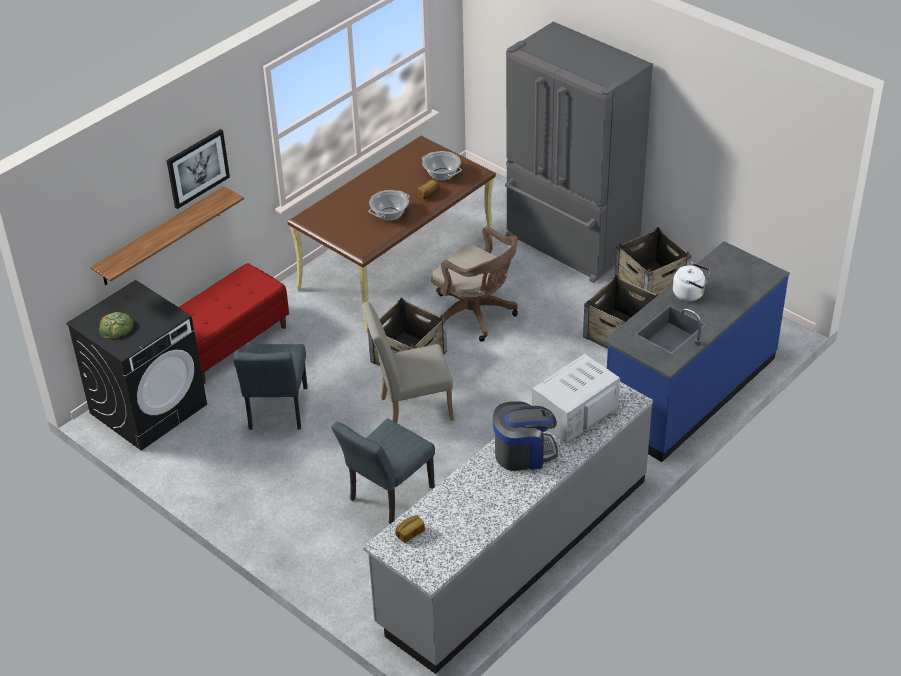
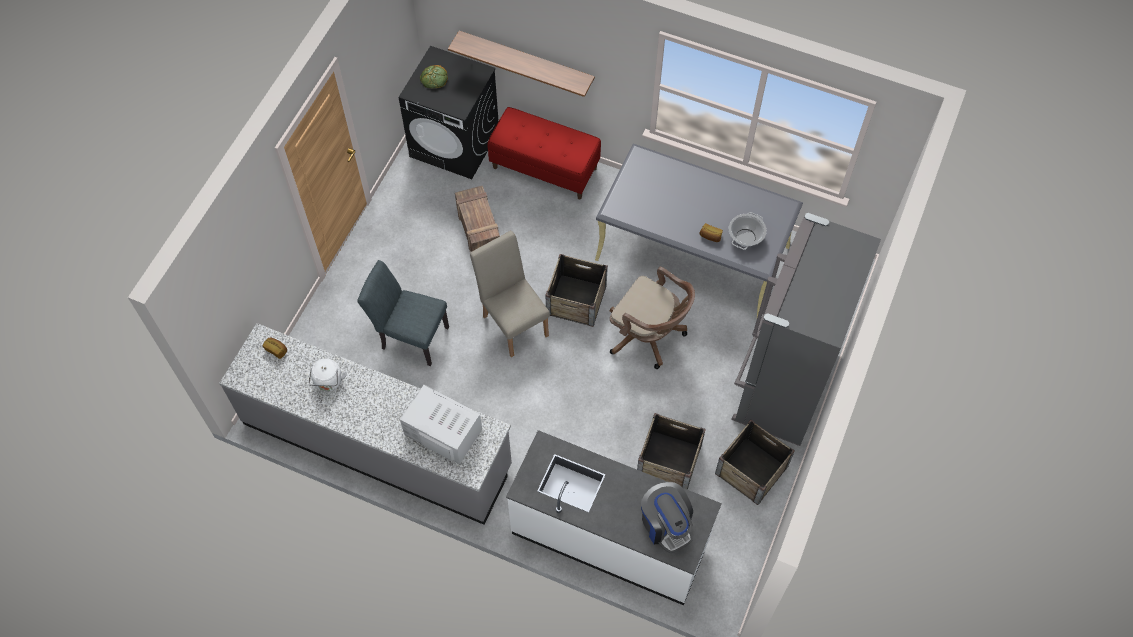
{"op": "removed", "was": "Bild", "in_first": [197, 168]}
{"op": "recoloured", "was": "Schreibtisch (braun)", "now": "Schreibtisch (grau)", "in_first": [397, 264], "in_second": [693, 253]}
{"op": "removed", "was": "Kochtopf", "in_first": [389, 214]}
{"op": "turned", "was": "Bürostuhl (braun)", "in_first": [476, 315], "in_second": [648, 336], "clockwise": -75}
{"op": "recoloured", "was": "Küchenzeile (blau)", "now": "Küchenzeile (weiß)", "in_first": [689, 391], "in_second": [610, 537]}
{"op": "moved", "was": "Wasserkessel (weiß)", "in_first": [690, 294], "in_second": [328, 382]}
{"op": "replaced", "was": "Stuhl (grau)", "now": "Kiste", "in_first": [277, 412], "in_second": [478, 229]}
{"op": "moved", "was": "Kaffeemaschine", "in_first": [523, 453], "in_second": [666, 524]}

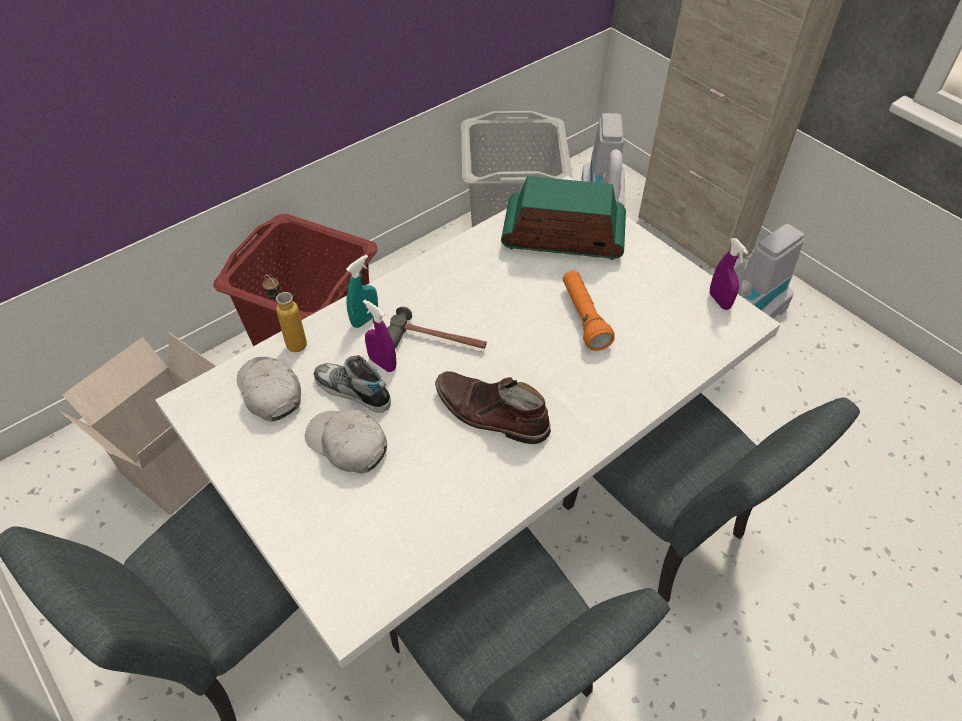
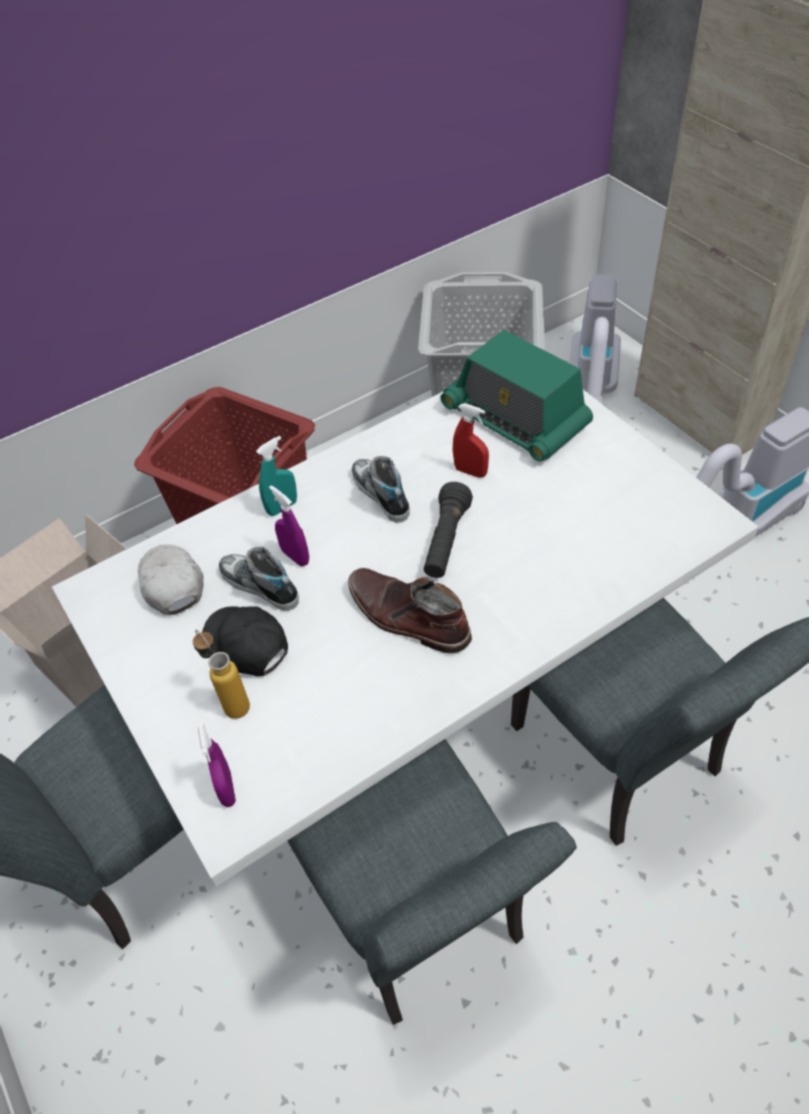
{"op": "turned", "was": "Radio", "in_first": [563, 236], "in_second": [515, 419], "clockwise": -150}
{"op": "moved", "was": "Sprühflasche (lila)", "in_first": [719, 301], "in_second": [227, 789]}
{"op": "removed", "was": "Taschenlampe (orange)", "in_first": [583, 318]}
{"op": "moved", "was": "Flasche", "in_first": [291, 340], "in_second": [231, 701]}
{"op": "removed", "was": "Hammer", "in_first": [436, 342]}
{"op": "recoloured", "was": "Kappe (weiß)", "now": "Kappe (schwarz)", "in_first": [347, 445], "in_second": [247, 644]}
{"op": "added", "now": "Sprühflasche (rot)", "in_second": [470, 471]}
{"op": "added", "now": "Schuh", "in_second": [380, 494]}
{"op": "added", "now": "Taschenlampe (schwarz)", "in_second": [446, 541]}

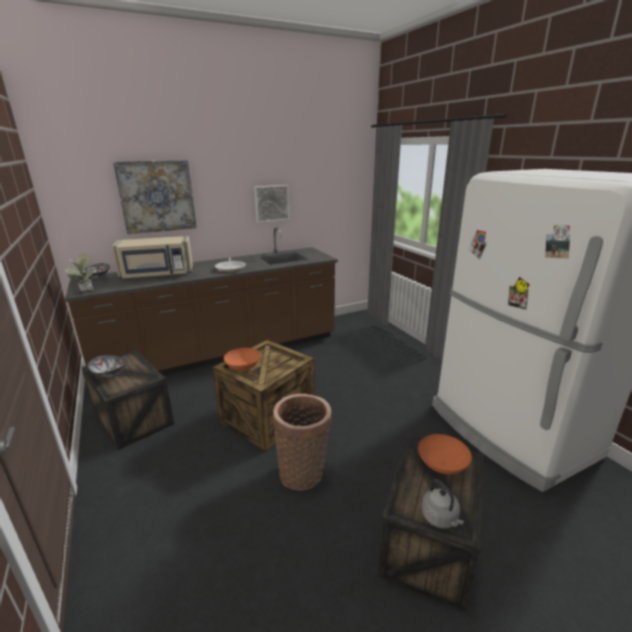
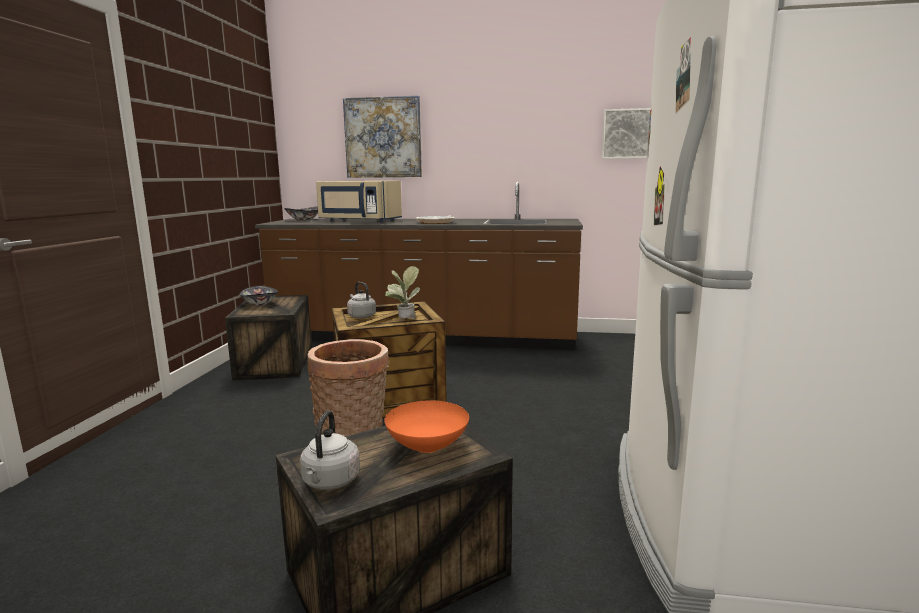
{"op": "moved", "was": "Bild", "in_first": [271, 203], "in_second": [626, 134]}
{"op": "moved", "was": "Topfpflanze", "in_first": [85, 293], "in_second": [404, 321]}
{"op": "replaced", "was": "Schüssel (orange)", "now": "Wasserkessel (grau)", "in_first": [242, 368], "in_second": [361, 316]}

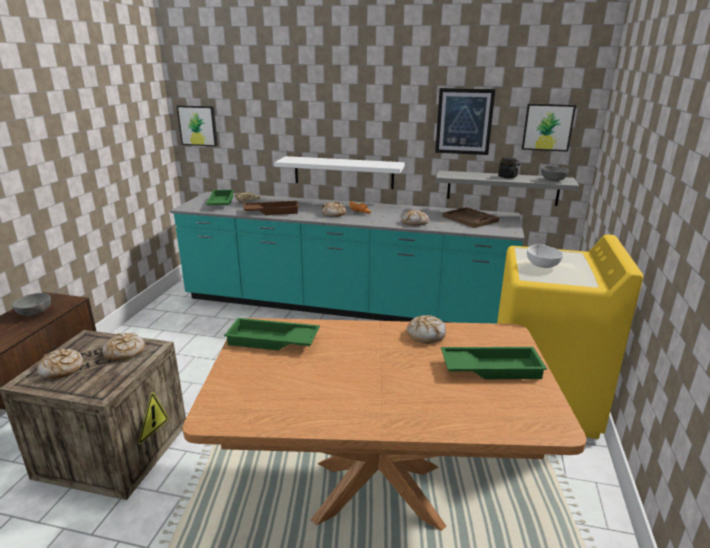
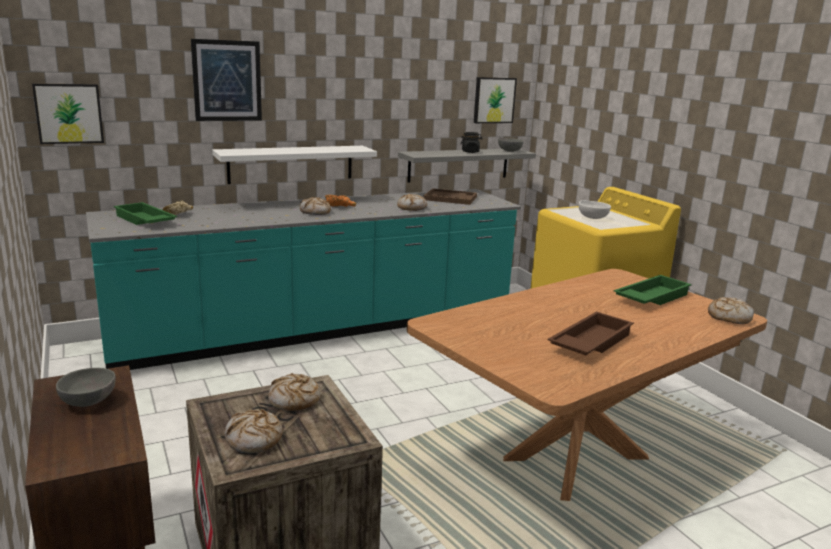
{"op": "moved", "was": "Bild", "in_first": [464, 121], "in_second": [227, 80]}
{"op": "moved", "was": "Tablett (braun)", "in_first": [272, 211], "in_second": [589, 342]}
{"op": "moved", "was": "Brot", "in_first": [426, 334], "in_second": [728, 317]}
{"op": "removed", "was": "Tablett (grün)", "in_first": [272, 341]}

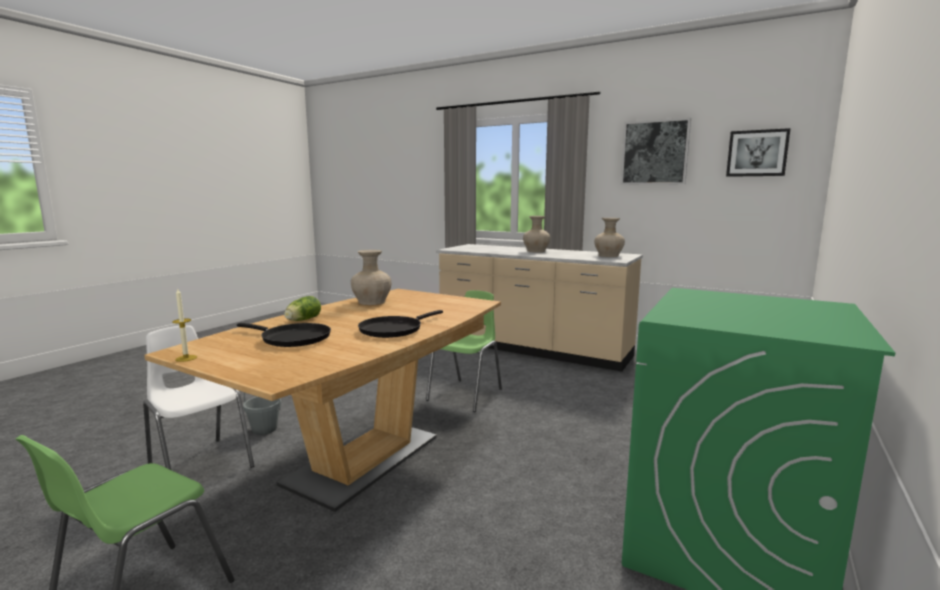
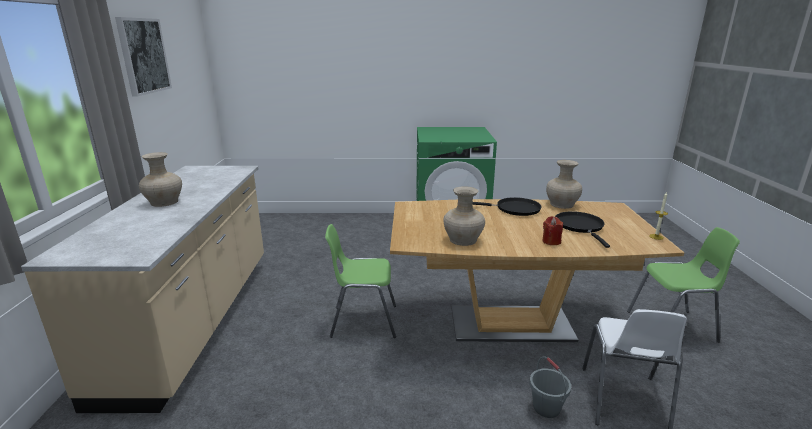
{"op": "removed", "was": "Bild", "in_first": [757, 153]}
{"op": "moved", "was": "Vase (beige)", "in_first": [609, 255], "in_second": [561, 204]}
{"op": "replaced", "was": "Salatkopf", "now": "Kerze (rot)", "in_first": [302, 320], "in_second": [551, 241]}

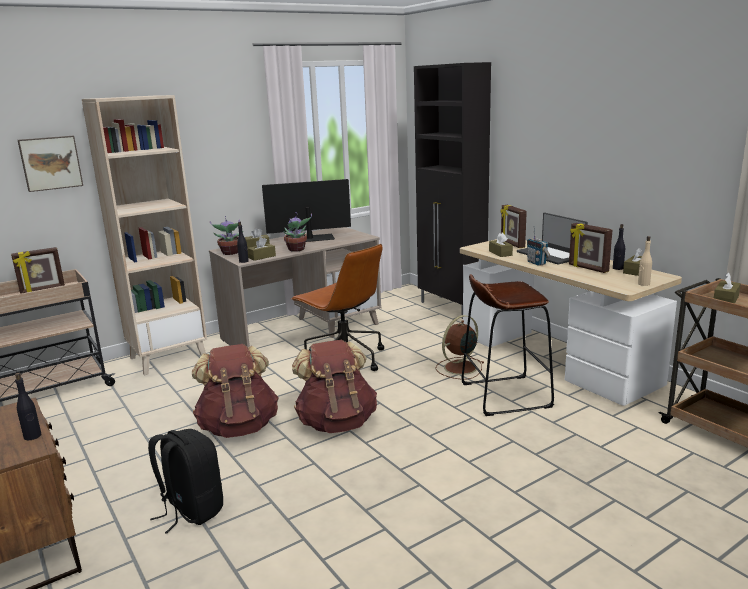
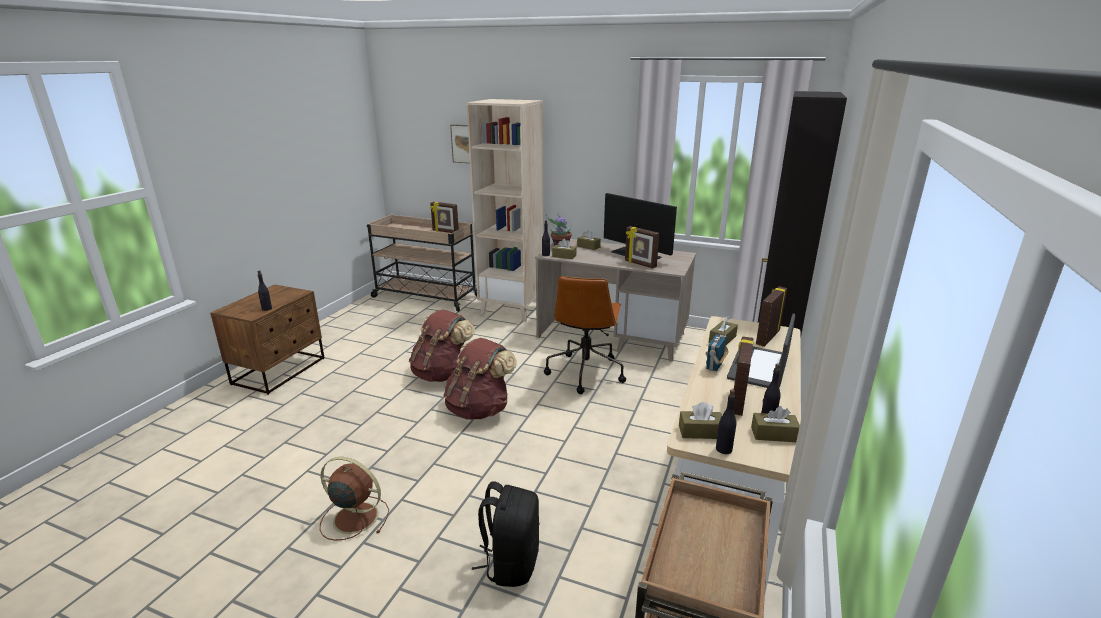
{"op": "removed", "was": "Topfpflanze", "in_first": [297, 249]}
{"op": "recoloured", "was": "Flasche (beige)", "now": "Flasche (schwarz)", "in_first": [643, 284], "in_second": [723, 449]}
{"op": "moved", "was": "Taschentuchbox (braun)", "in_first": [725, 300], "in_second": [700, 432]}
{"op": "removed", "was": "Hocker (braun)", "in_first": [505, 395]}
{"op": "moved", "was": "Ventilator (braun)", "in_first": [459, 368], "in_second": [354, 517]}
{"op": "moved", "was": "Rucksack (schwarz)", "in_first": [191, 510], "in_second": [511, 563]}
{"op": "added", "now": "Bilderrahmen", "in_second": [640, 264]}

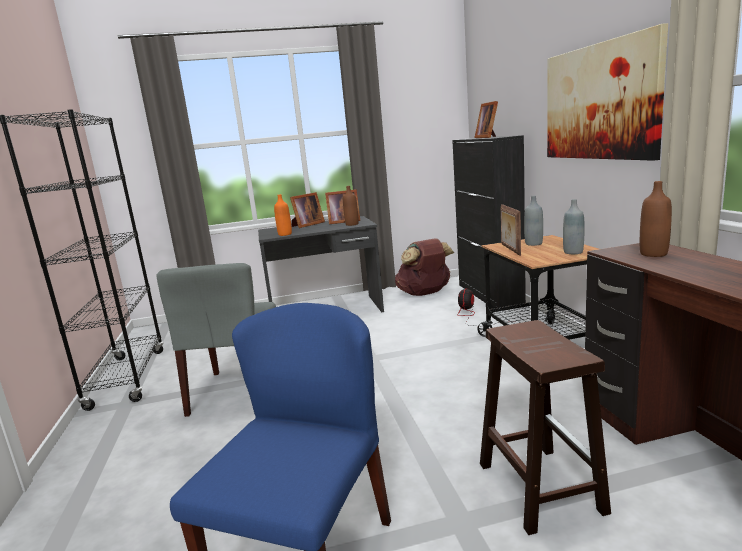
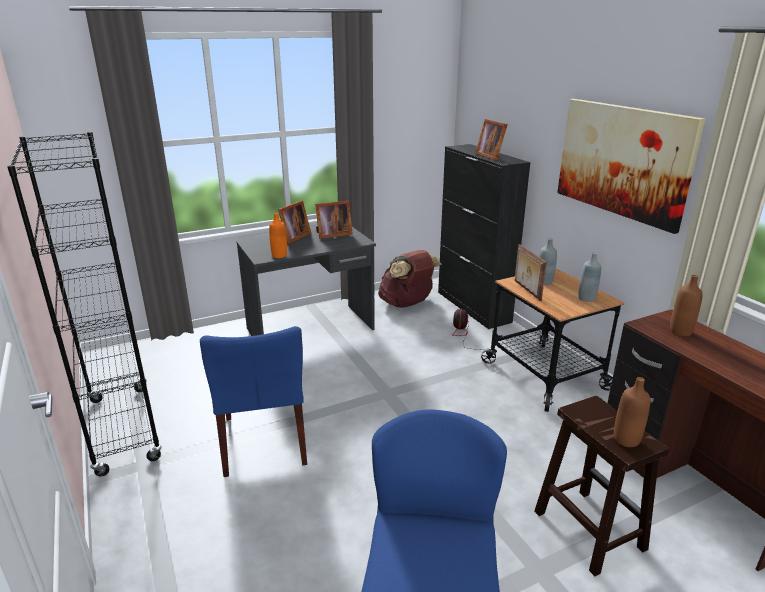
{"op": "moved", "was": "Flasche (braun)", "in_first": [352, 224], "in_second": [626, 439]}
{"op": "recoloured", "was": "Stuhl (grau)", "now": "Stuhl (blau)", "in_first": [237, 391], "in_second": [265, 440]}

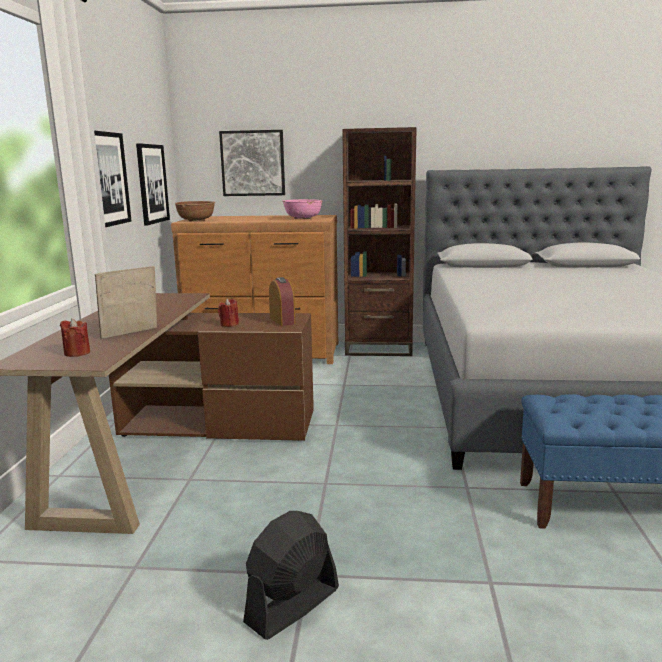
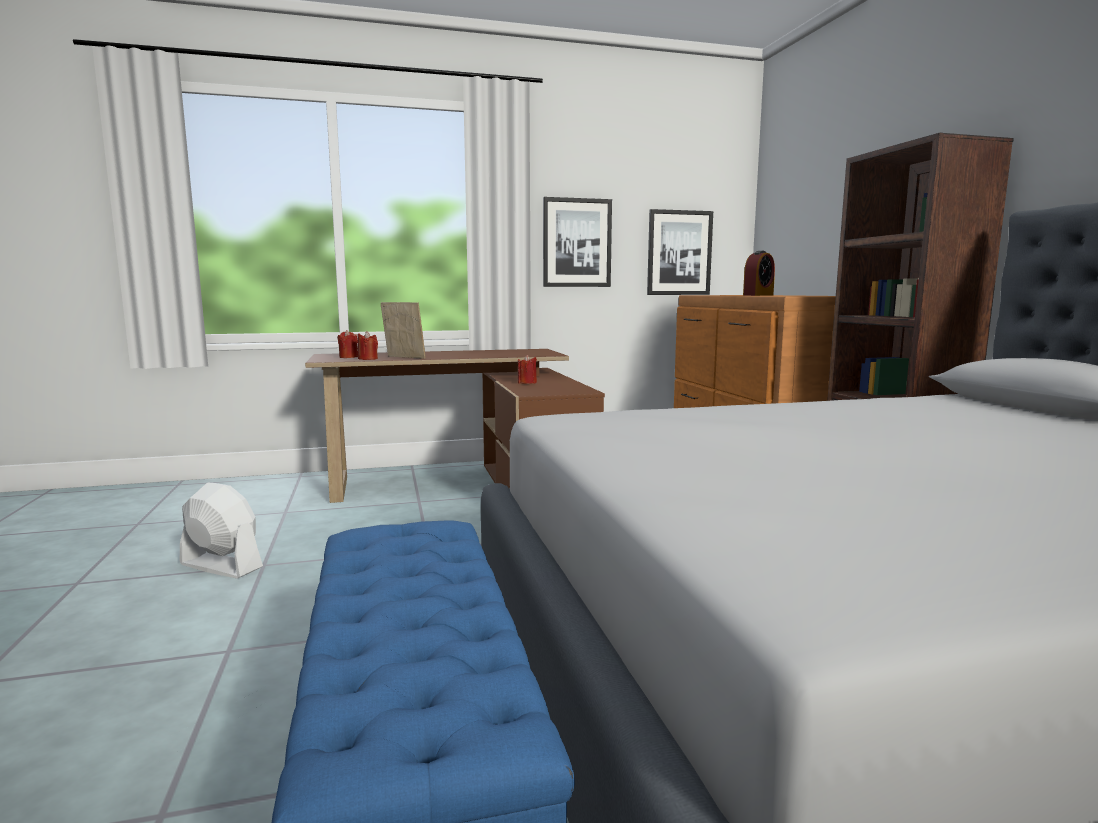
{"op": "removed", "was": "Bild", "in_first": [253, 163]}
{"op": "removed", "was": "Schüssel (rosa)", "in_first": [303, 218]}
{"op": "removed", "was": "Schüssel (braun)", "in_first": [196, 221]}
{"op": "moved", "was": "Wecker", "in_first": [282, 321], "in_second": [758, 295]}
{"op": "recoloured", "was": "Ventilator (schwarz)", "now": "Ventilator (weiß)", "in_first": [292, 605], "in_second": [221, 566]}
{"op": "added", "now": "Kerze (rot)", "in_second": [368, 359]}

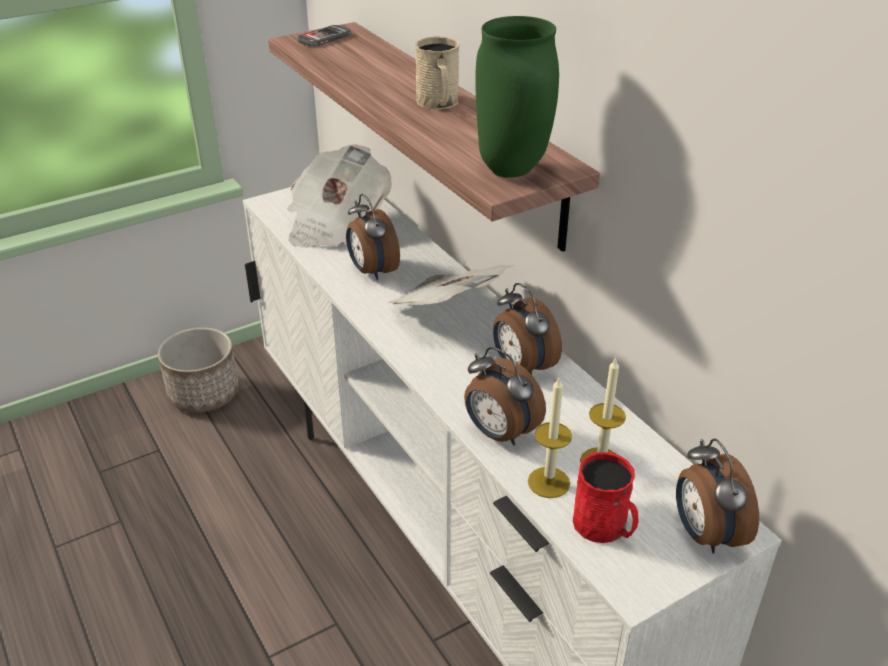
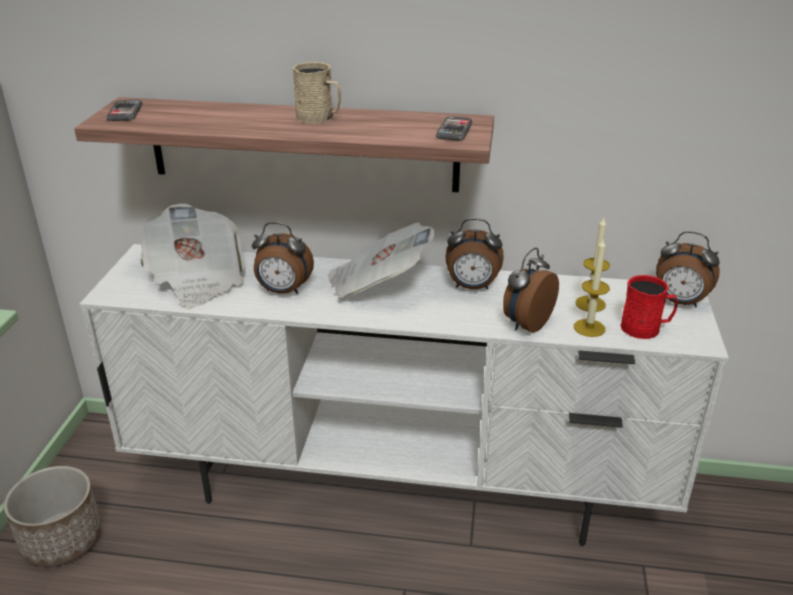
{"op": "replaced", "was": "Vase (grün)", "now": "Handy", "in_first": [514, 170], "in_second": [454, 130]}
{"op": "turned", "was": "Wecker", "in_first": [499, 433], "in_second": [526, 323], "clockwise": 135}

